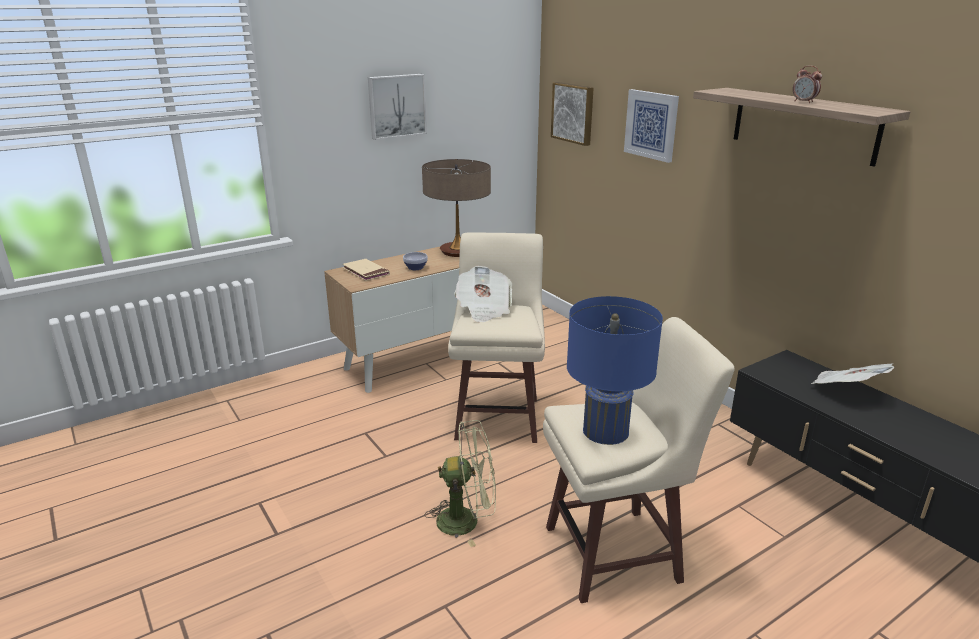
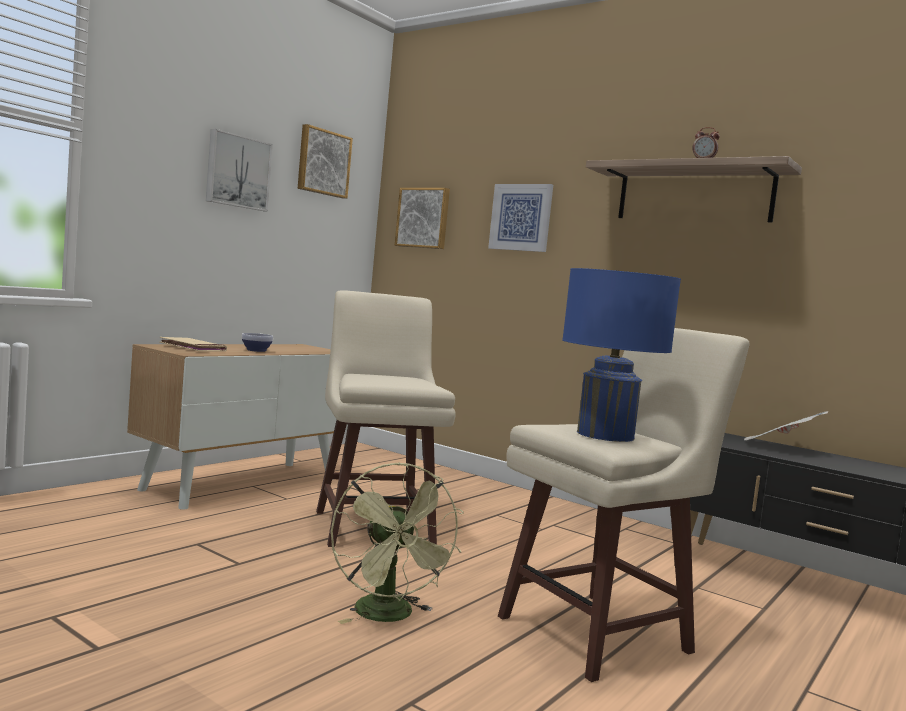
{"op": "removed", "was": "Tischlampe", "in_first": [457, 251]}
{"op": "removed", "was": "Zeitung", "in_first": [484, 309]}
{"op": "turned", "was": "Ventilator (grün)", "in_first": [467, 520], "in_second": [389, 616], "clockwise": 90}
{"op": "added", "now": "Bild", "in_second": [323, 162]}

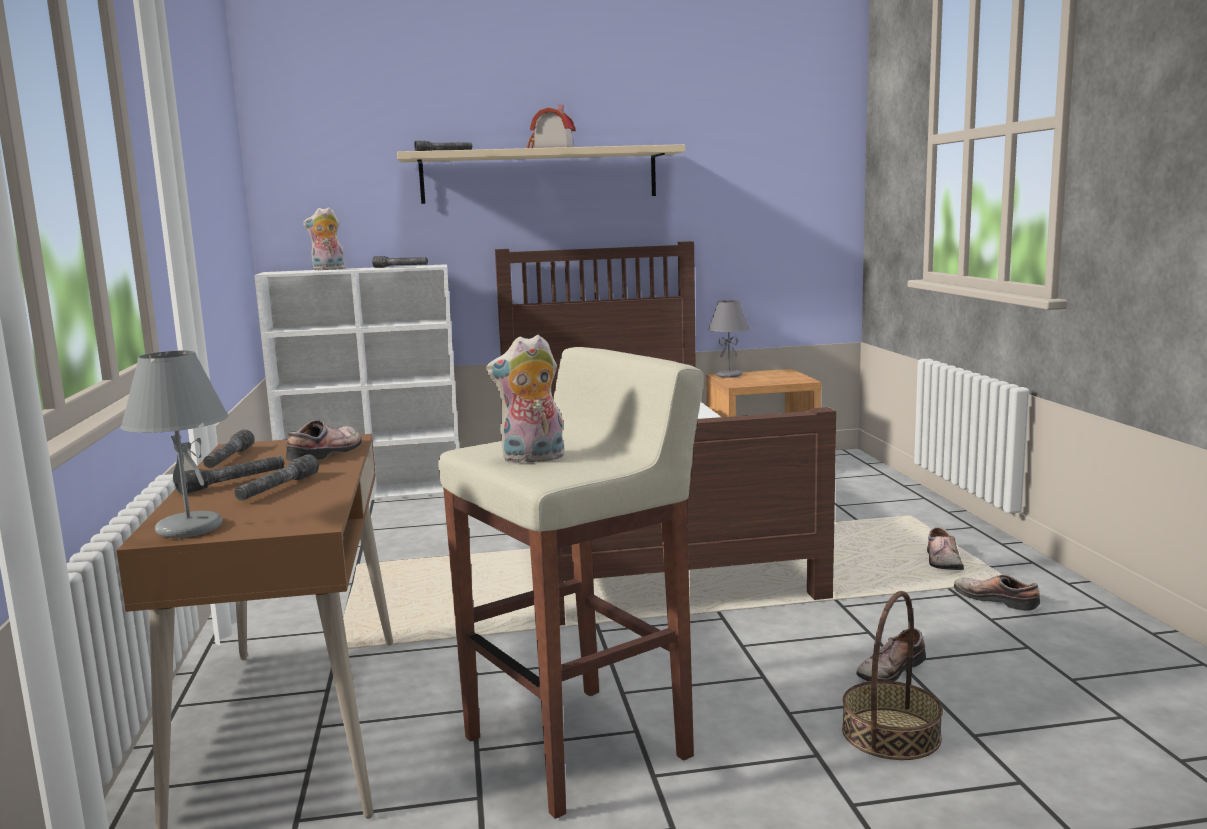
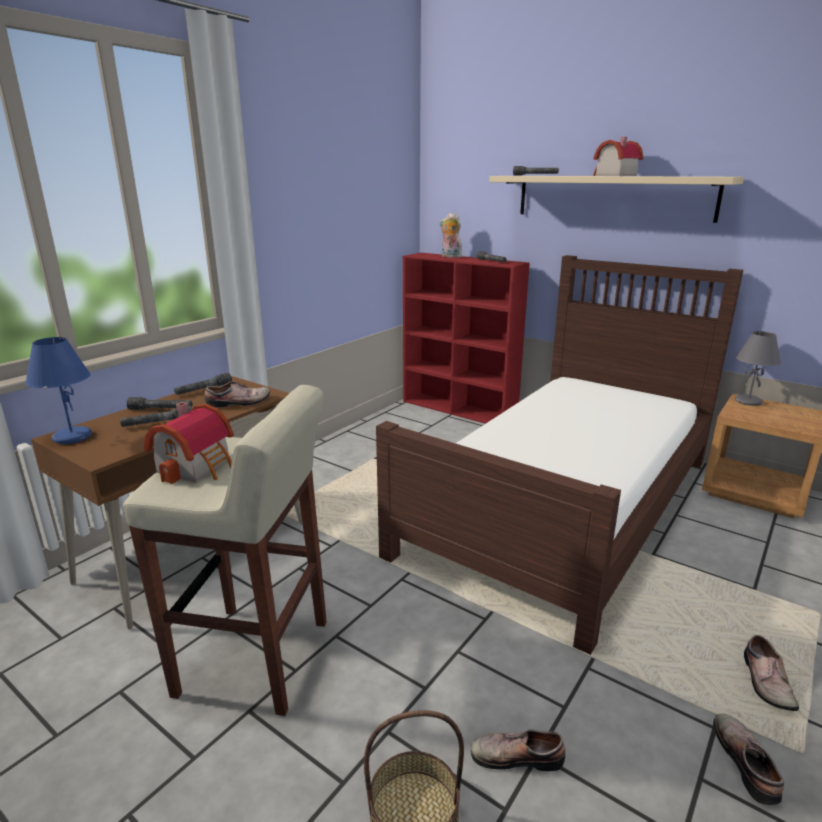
{"op": "recoloured", "was": "Bücherregal (weiß)", "now": "Bücherregal (rot)", "in_first": [375, 493], "in_second": [459, 409]}
{"op": "replaced", "was": "Plüschtier", "now": "Spielzeughaus", "in_first": [532, 459], "in_second": [198, 466]}
{"op": "recoloured", "was": "Tischlampe (grau)", "now": "Tischlampe (blau)", "in_first": [188, 529], "in_second": [72, 437]}
{"op": "turned", "was": "Schuh", "in_first": [941, 561], "in_second": [765, 681], "clockwise": -45}

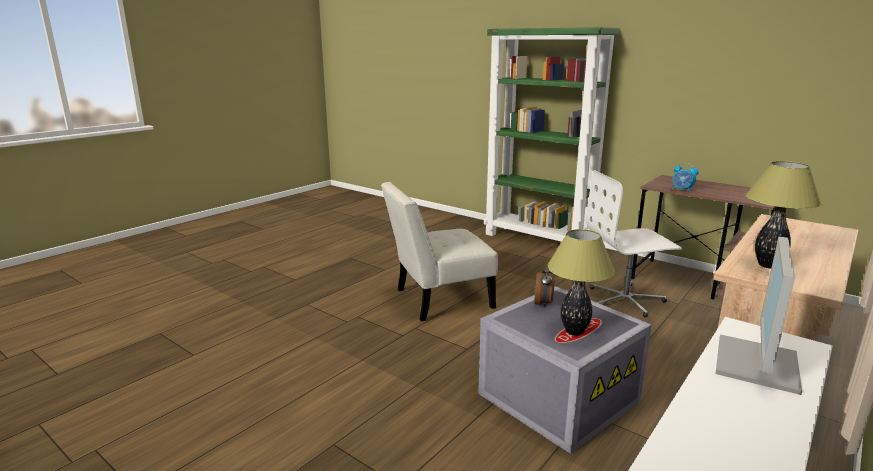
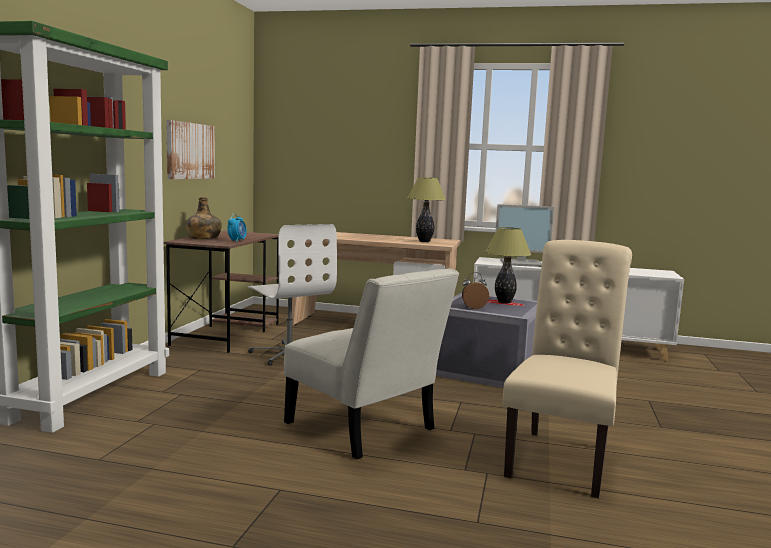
{"op": "added", "now": "Bild", "in_second": [190, 151]}
{"op": "added", "now": "Flasche (grün)", "in_second": [203, 238]}
{"op": "added", "now": "Stuhl (beige)", "in_second": [561, 457]}

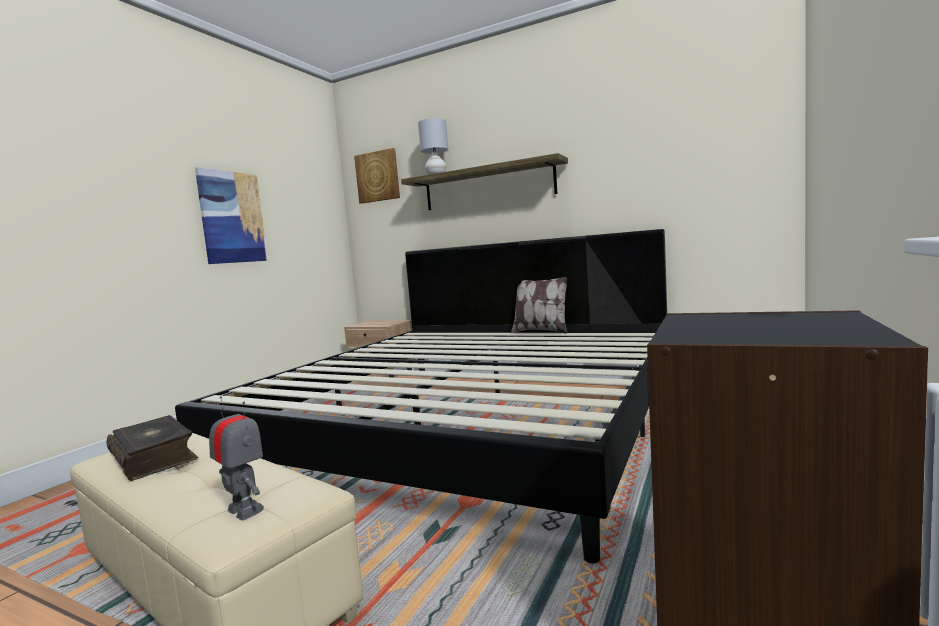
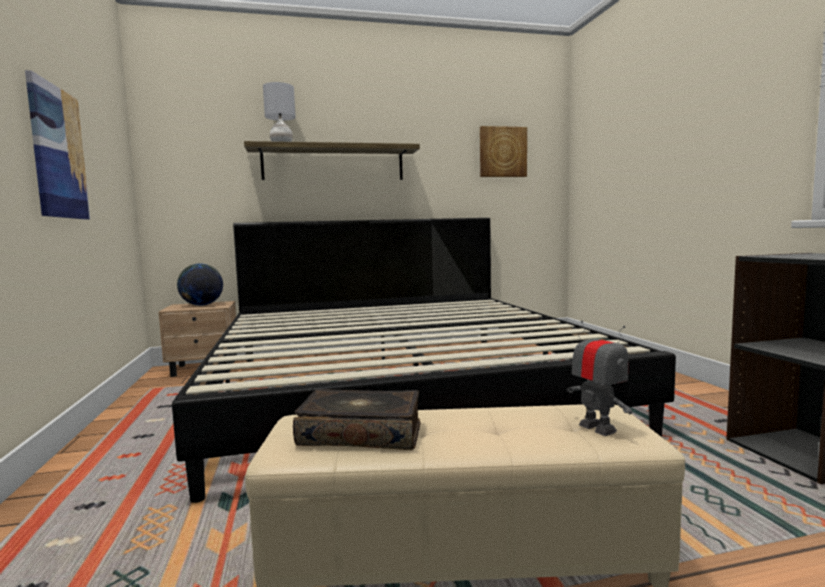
{"op": "moved", "was": "Bild", "in_first": [378, 176], "in_second": [502, 152]}
{"op": "removed", "was": "Kissen", "in_first": [540, 331]}
{"op": "turned", "was": "Spielzeugroboter", "in_first": [244, 511], "in_second": [597, 428], "clockwise": 60}
{"op": "added", "now": "Globus", "in_second": [201, 305]}

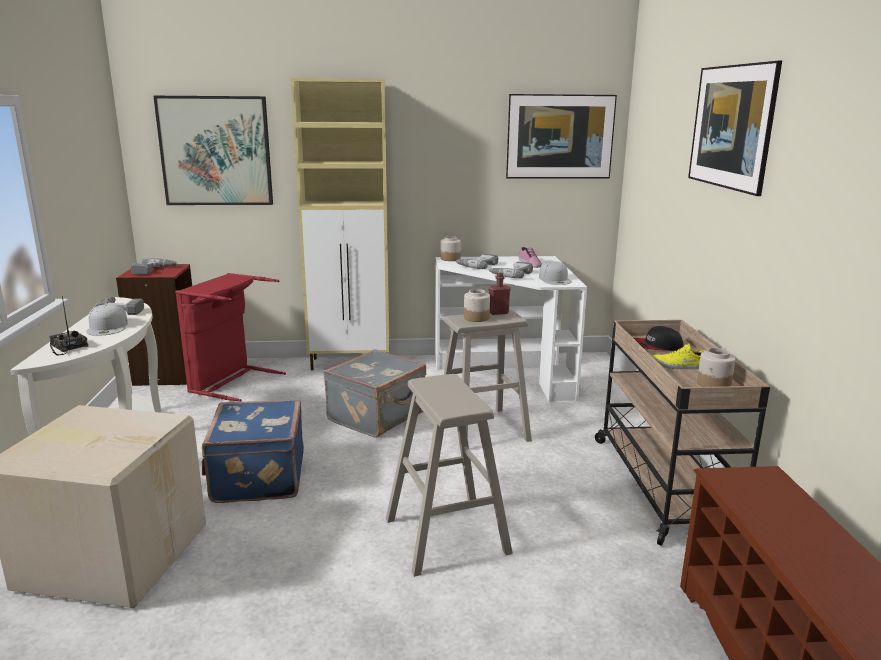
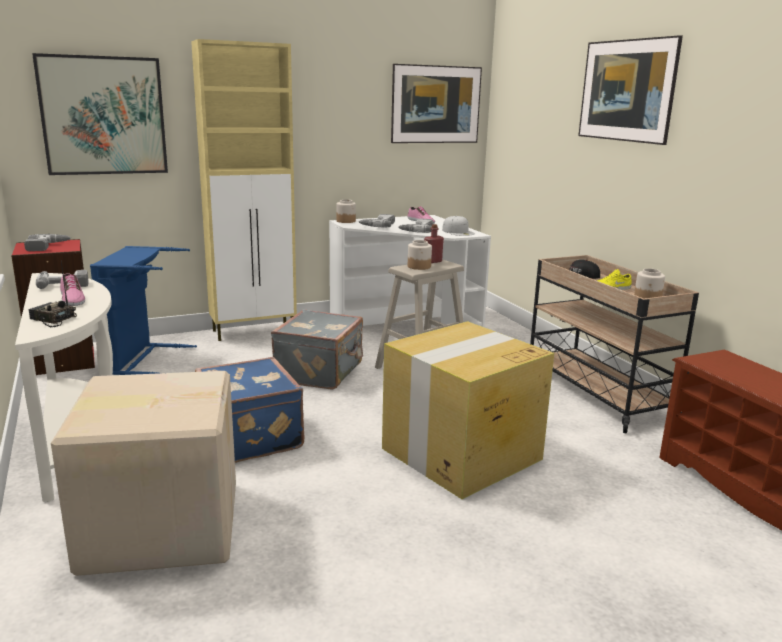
{"op": "recoloured", "was": "Wäschekorb (rot)", "now": "Wäschekorb (blau)", "in_first": [230, 382], "in_second": [142, 360]}
{"op": "replaced", "was": "Kappe (weiß)", "now": "Schuh", "in_first": [108, 327], "in_second": [71, 299]}
{"op": "replaced", "was": "Hocker (beige)", "now": "Karton", "in_first": [446, 535], "in_second": [460, 454]}

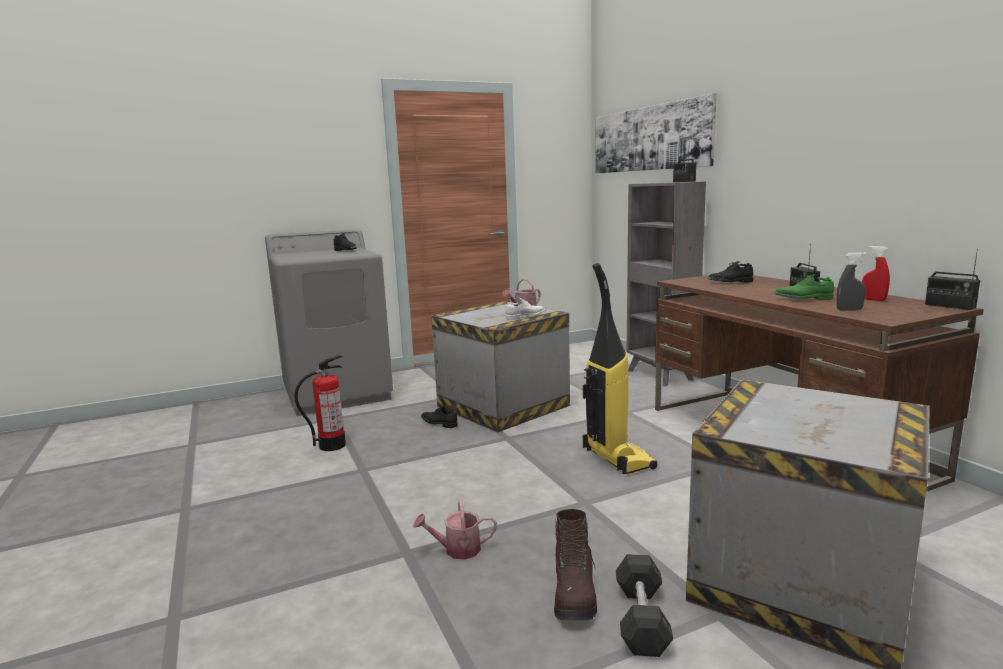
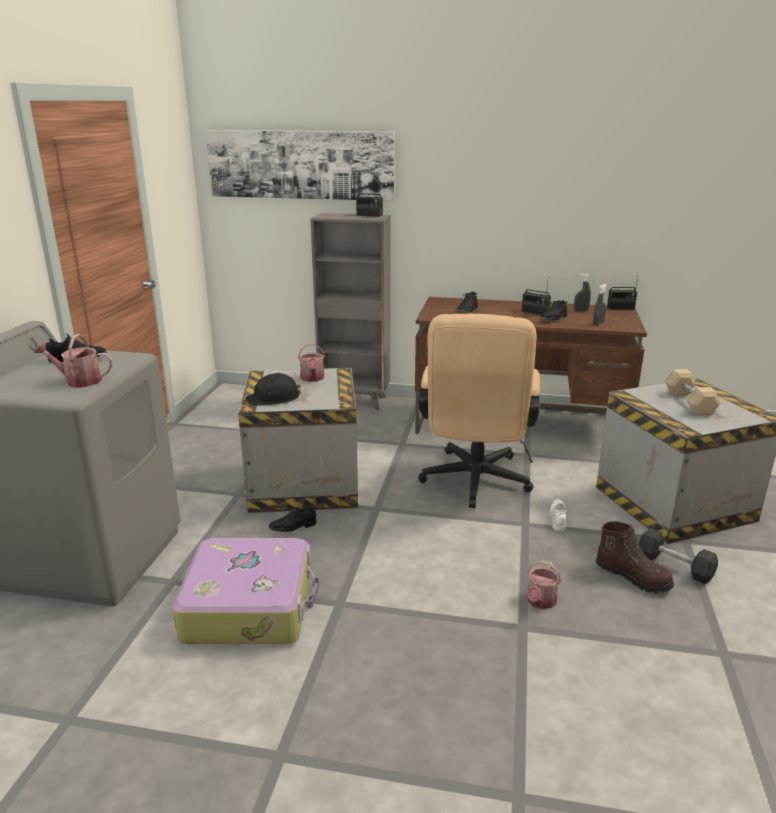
{"op": "recoloured", "was": "Sprühflasche (rot)", "now": "Sprühflasche (grau)", "in_first": [873, 300], "in_second": [581, 310]}
{"op": "replaced", "was": "Staubsauger", "now": "Bürostuhl (beige)", "in_first": [616, 458], "in_second": [474, 483]}
{"op": "recoloured", "was": "Schuh (grün)", "now": "Schuh (schwarz)", "in_first": [803, 299], "in_second": [553, 319]}
{"op": "moved", "was": "Schuh (weiß)", "in_first": [525, 317], "in_second": [557, 518]}
{"op": "replaced", "was": "Feuerlöscher", "now": "Koffer", "in_first": [332, 445], "in_second": [250, 605]}
{"op": "added", "now": "Gießkanne", "in_second": [78, 381]}
{"op": "added", "now": "Hantel (beige)", "in_second": [689, 403]}
{"op": "added", "now": "Schutzhelm (schwarz)", "in_second": [274, 398]}

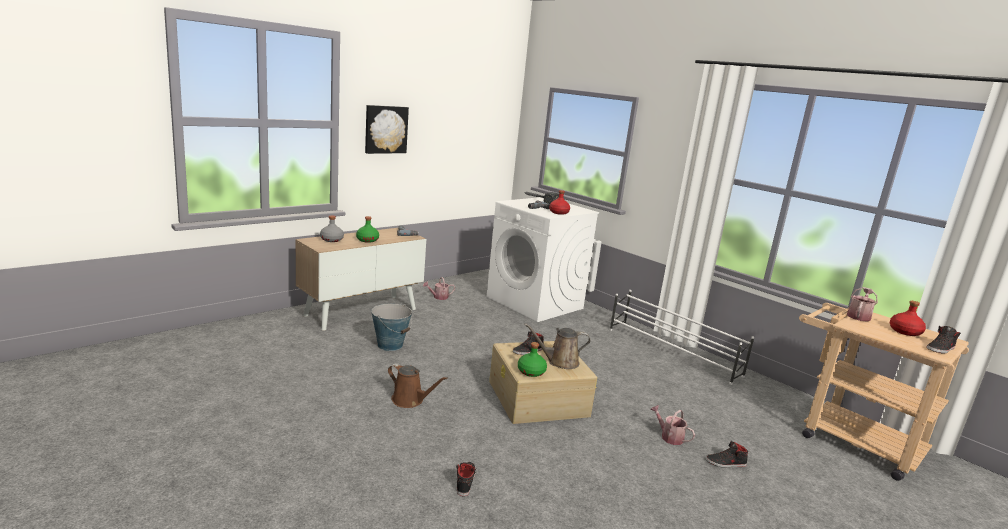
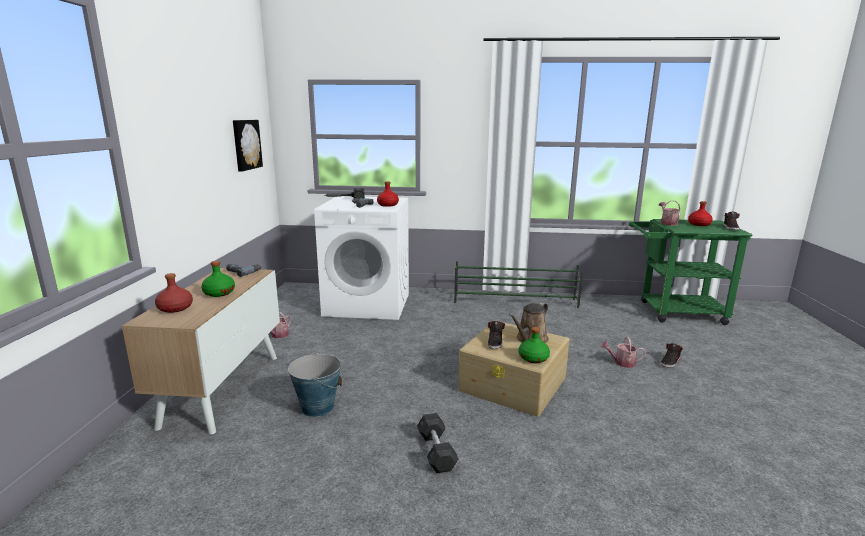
{"op": "moved", "was": "Bild", "in_first": [385, 129], "in_second": [246, 144]}
{"op": "recoloured", "was": "Flasche (grau)", "now": "Flasche (rot)", "in_first": [331, 240], "in_second": [175, 308]}
{"op": "recoloured", "was": "Schuhregal (weiß)", "now": "Schuhregal (grün)", "in_first": [673, 352], "in_second": [515, 301]}
{"op": "recoloured", "was": "Rollwagen (beige)", "now": "Rollwagen (grün)", "in_first": [849, 439], "in_second": [674, 312]}
{"op": "replaced", "was": "Gießkanne (braun)", "now": "Hantel (grau)", "in_first": [410, 400], "in_second": [436, 452]}
{"op": "removed", "was": "Schuh (schwarz)", "in_first": [465, 481]}

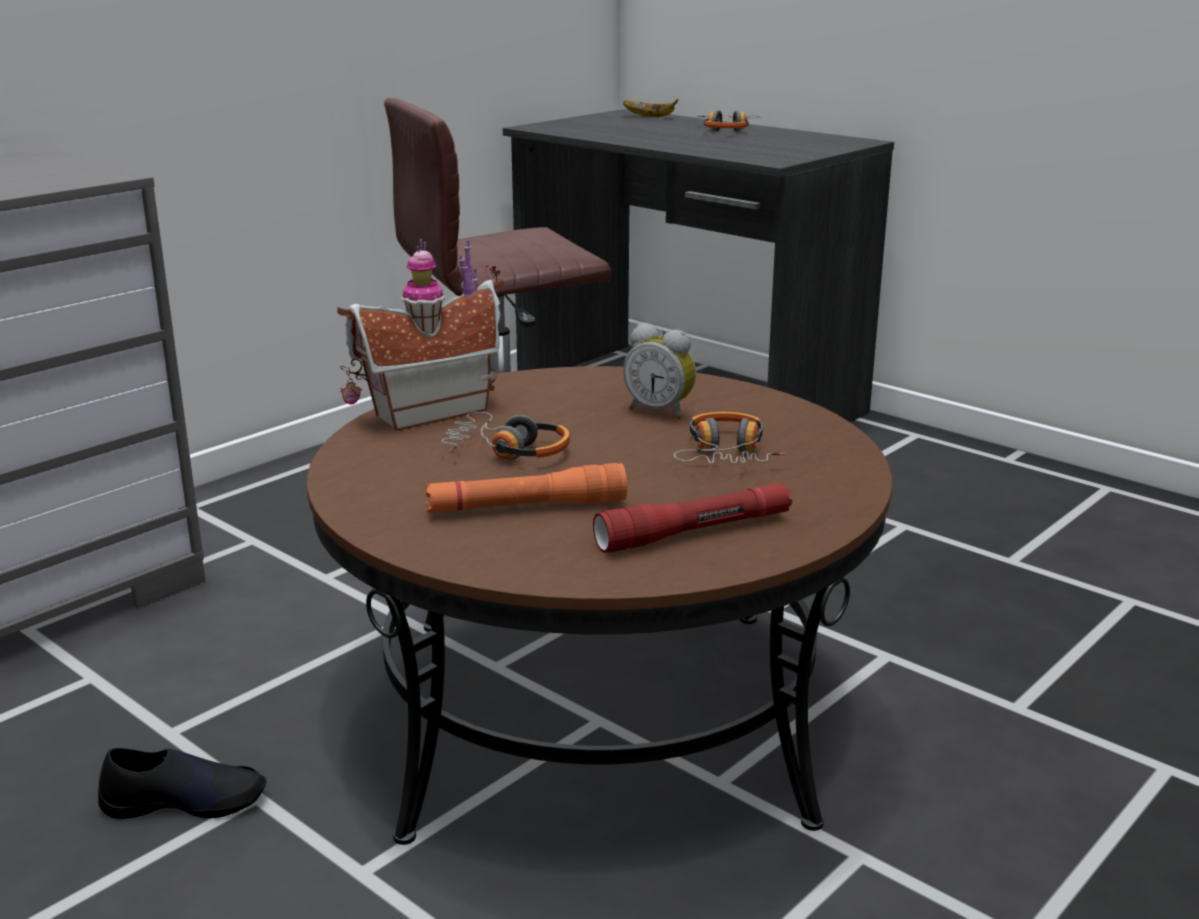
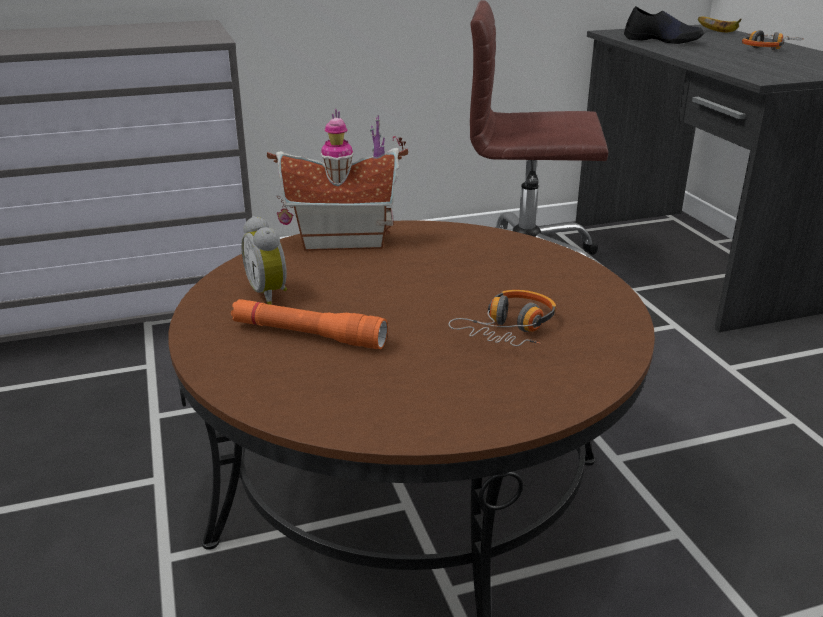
{"op": "moved", "was": "Wecker", "in_first": [661, 411], "in_second": [270, 294]}
{"op": "removed", "was": "Kopfhörer", "in_first": [507, 451]}
{"op": "removed", "was": "Taschenlampe (rot)", "in_first": [695, 532]}
{"op": "moved", "was": "Schuh (schwarz)", "in_first": [185, 801], "in_second": [662, 40]}

